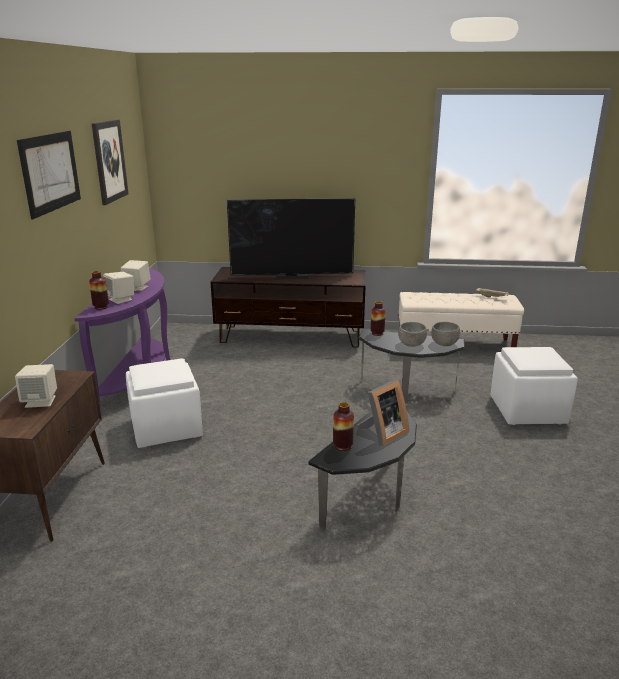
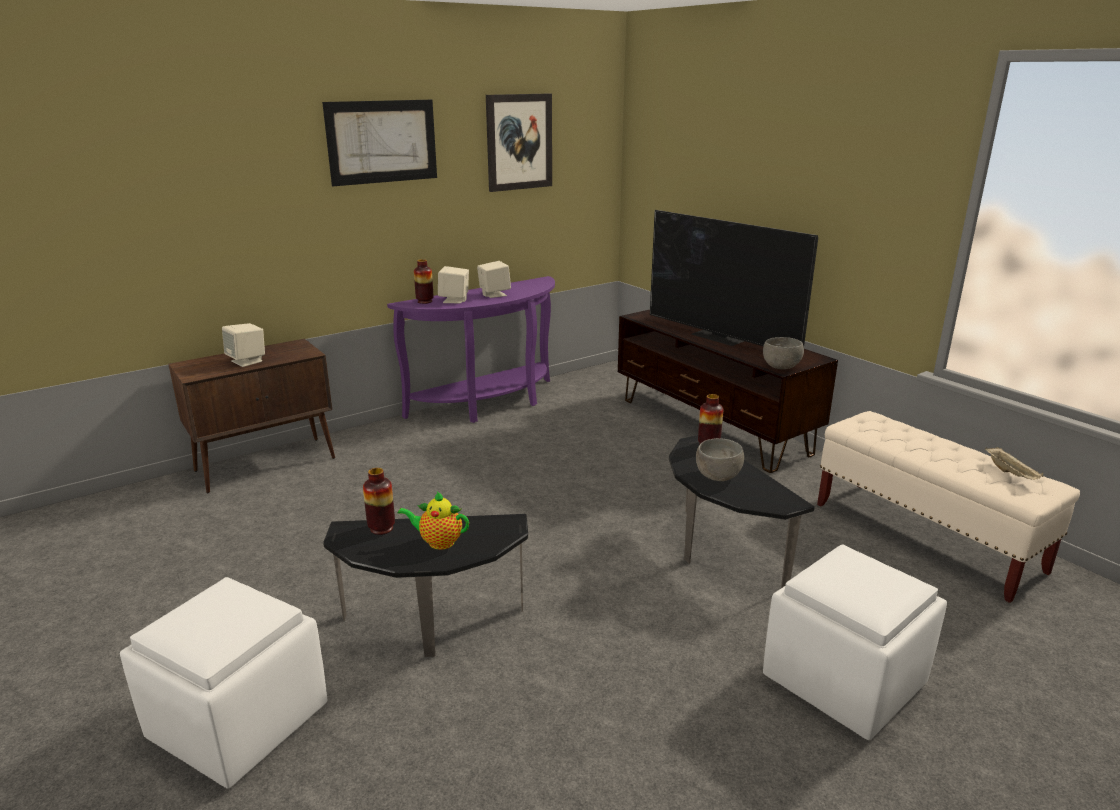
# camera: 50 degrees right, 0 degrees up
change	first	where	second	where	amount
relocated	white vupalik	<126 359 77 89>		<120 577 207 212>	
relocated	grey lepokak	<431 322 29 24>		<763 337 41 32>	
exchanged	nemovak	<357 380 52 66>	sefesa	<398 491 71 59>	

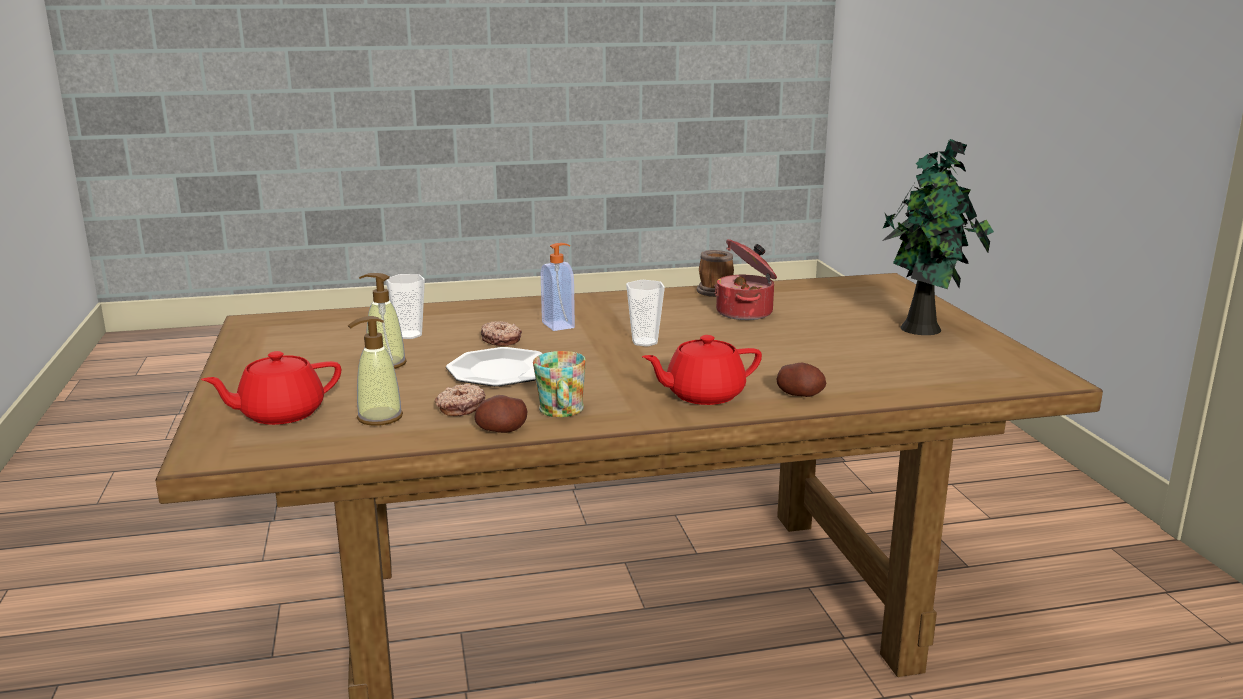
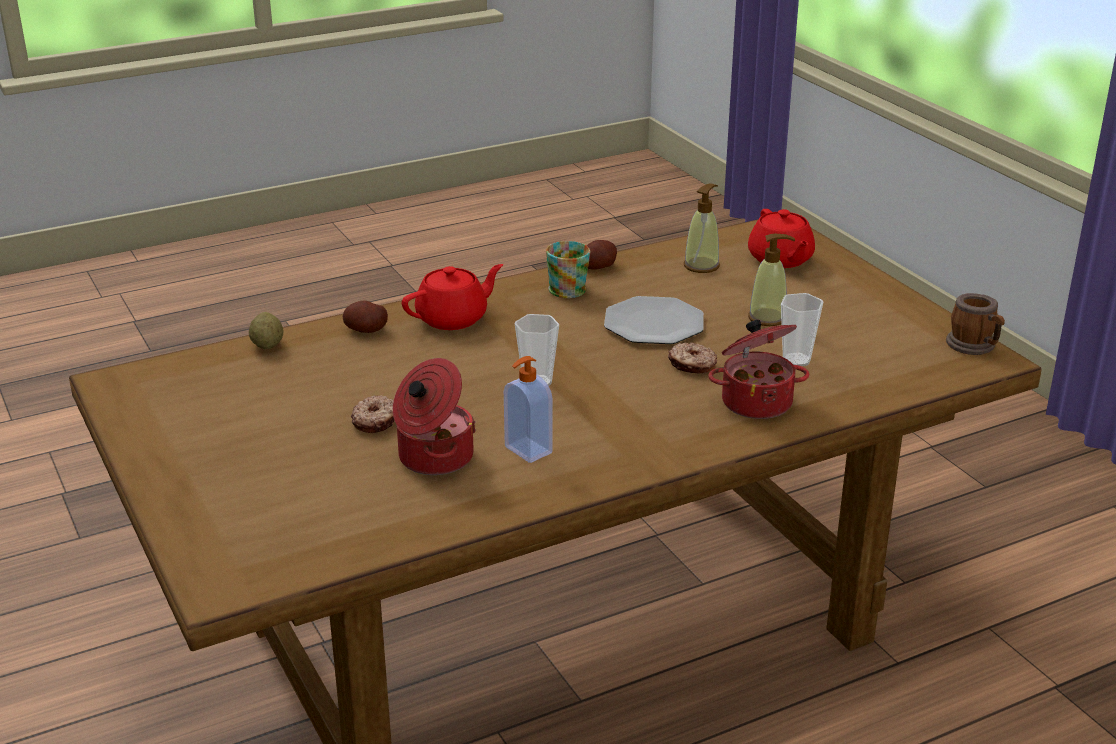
# camera: 165 degrees right, 10 degrees up
change	first	where	second	where	amount
missing	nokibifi	<882 139 112 196>			
appeared			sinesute	<249 312 35 37>	
appeared			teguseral	<708 320 101 99>	
relocated	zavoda	<435 384 51 32>		<351 395 43 38>	
relocated	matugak	<541 243 34 88>		<504 356 49 107>	
relocated	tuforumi	<697 250 37 47>		<946 293 59 62>	
spun	red sefesa	<201 351 140 74>		<748 209 67 59>	120 degrees clockwise

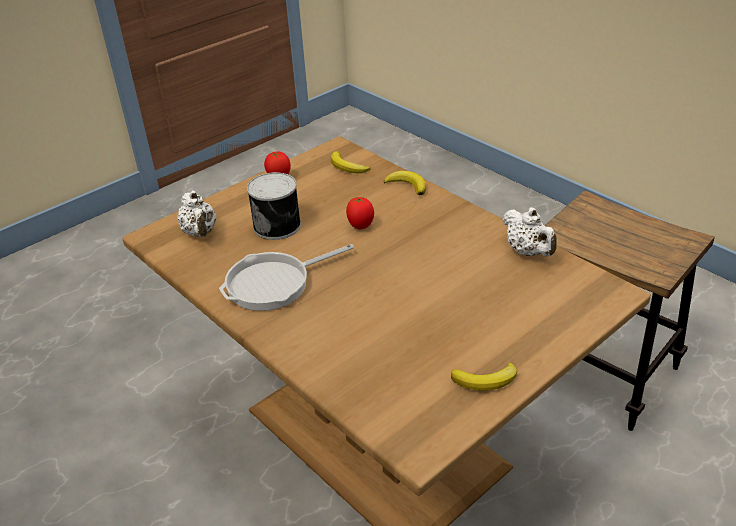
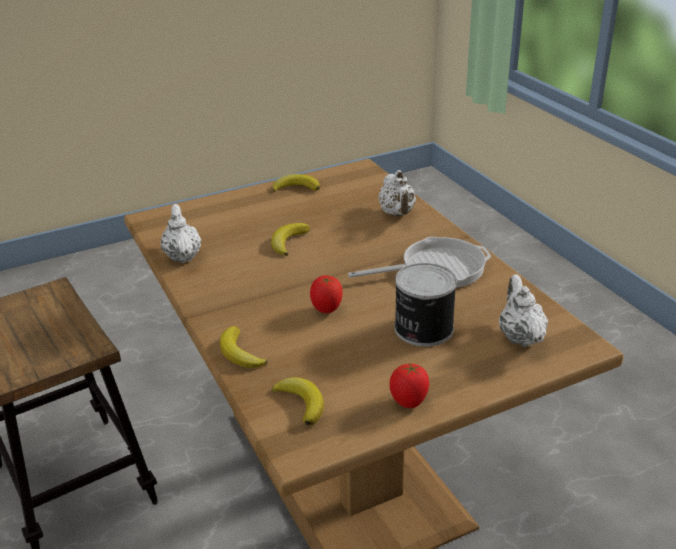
# camera: 165 degrees left, 5 degrees down
change	first	where	second	where	amount
appeared			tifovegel	<271 223 39 33>	
appeared			white sefesa	<378 170 38 46>	

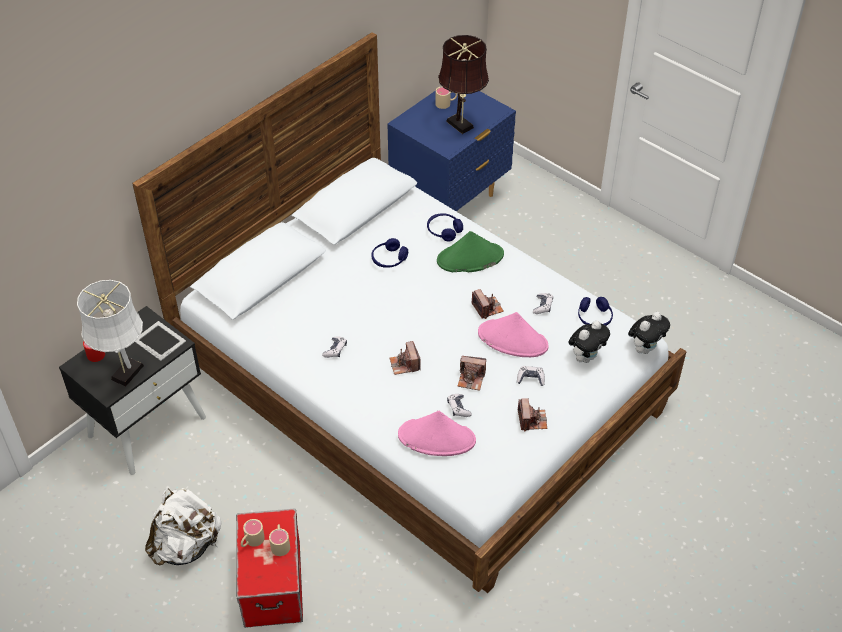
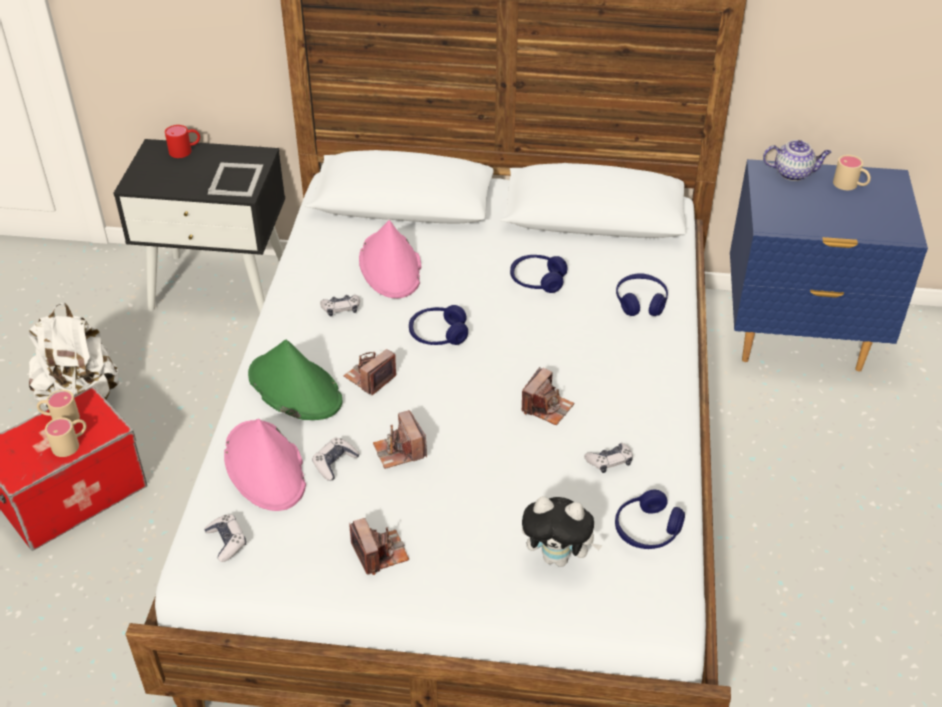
# camera: 55 degrees right, 5 degrees down
change	first	where	second	where	amount
missing	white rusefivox	<77 280 67 106>			
missing	brown rusefivox	<438 35 51 99>			
missing	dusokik	<628 312 42 42>			
appeared			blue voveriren	<409 305 59 40>	
appeared			sefesa	<763 140 68 41>	
relocated	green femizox	<437 231 67 41>		<248 339 94 81>	
relocated	pink femizox	<478 312 71 45>		<359 220 62 78>	
relocated	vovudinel	<517 366 28 20>		<204 514 42 48>	
spun	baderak	<518 398 29 34>		<349 518 60 57>	75 degrees counterclockwise

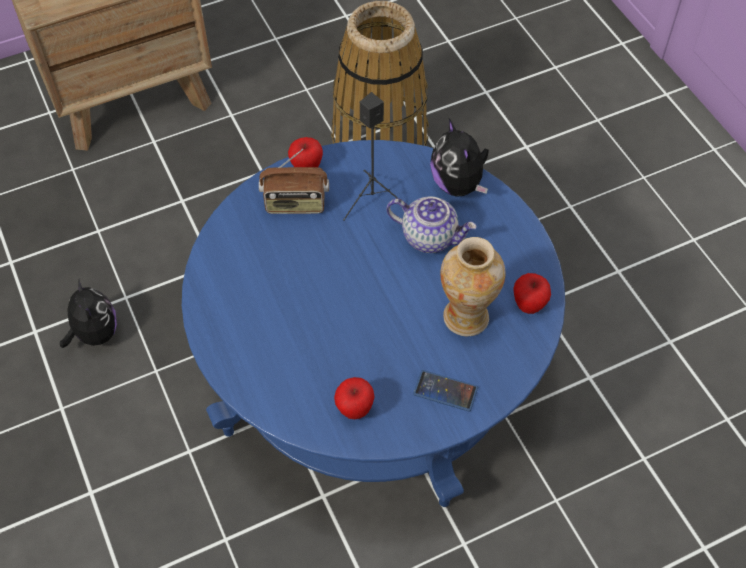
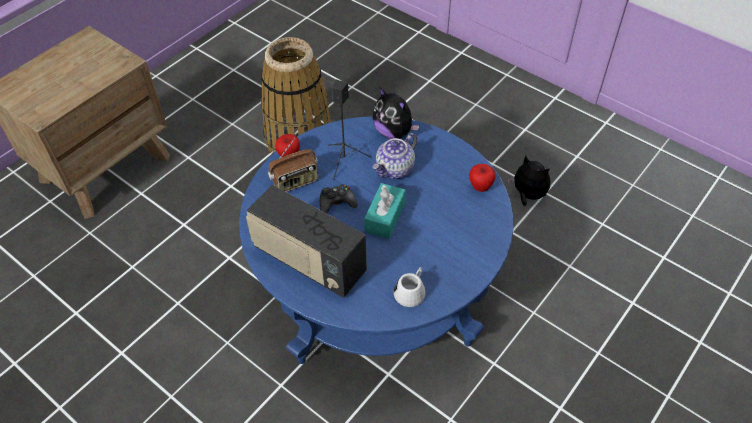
# camera: 25 degrees left, 5 degrees down
change	first	where	second	where	amount
missing	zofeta	<413 370 65 42>			
missing	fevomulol	<440 237 65 99>			
appeared			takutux	<246 185 121 113>	
appeared			black vovudinel	<320 184 37 29>	
appeared			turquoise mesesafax	<364 183 42 56>	
relocated	dusokik	<60 279 57 69>		<507 155 43 51>	
exchanged	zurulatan	<334 377 41 42>	white tuforumi	<394 267 31 40>	
spun	sefesa	<386 196 91 57>		<373 133 44 46>	135 degrees clockwise

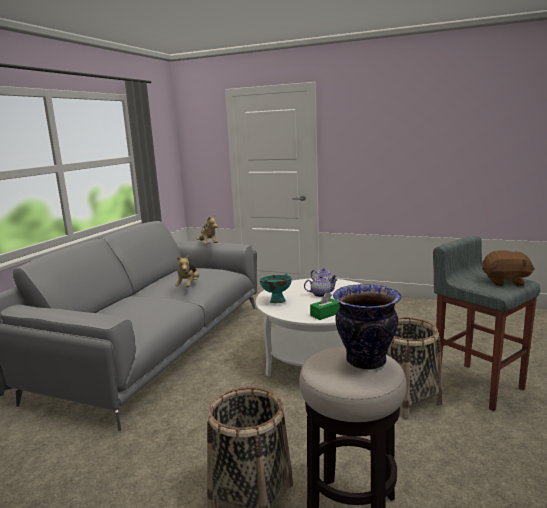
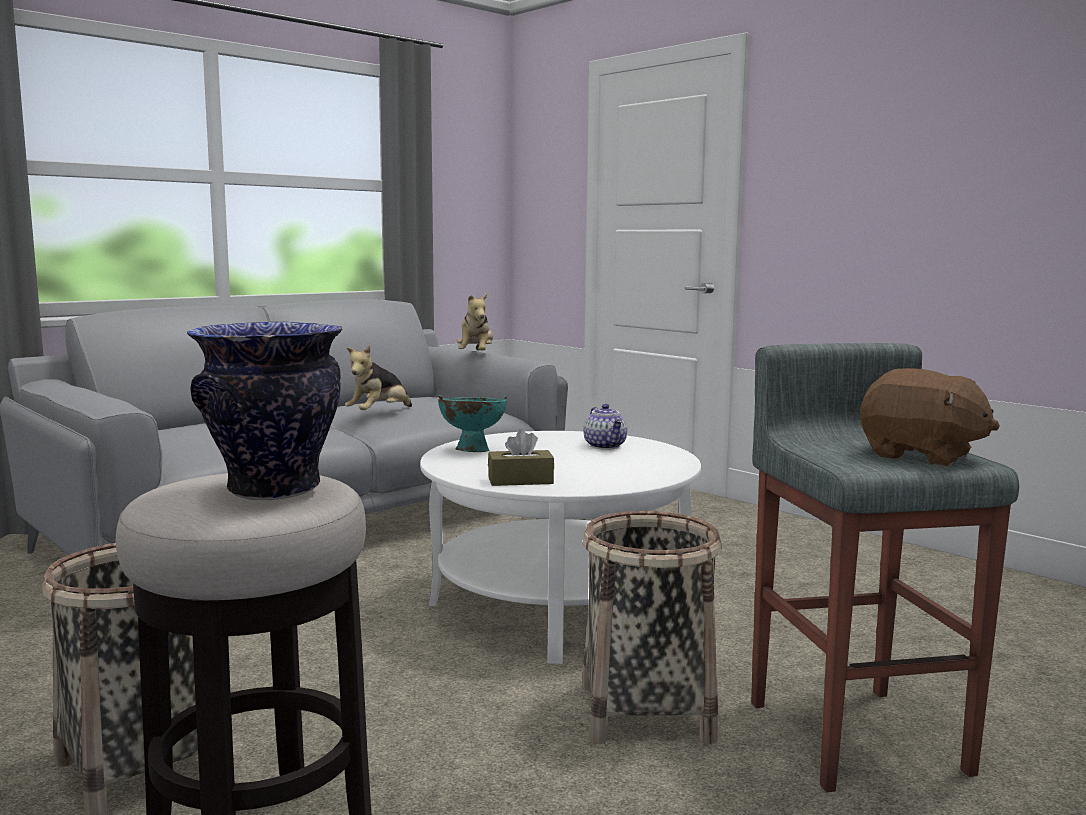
# camera: 25 degrees right, 5 degrees down
change	first	where	second	where	amount
missing	sefesa	<304 275 34 22>			
colour	green mesesafax	<310 292 30 28>	brown mesesafax	<488 429 66 57>	

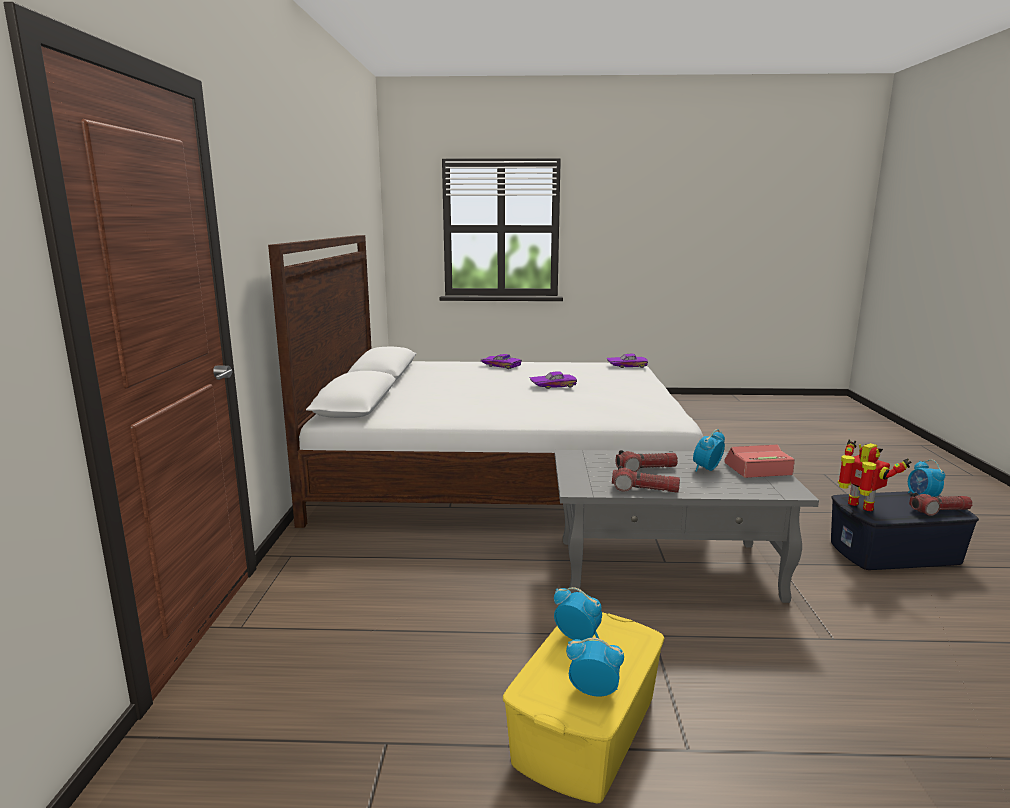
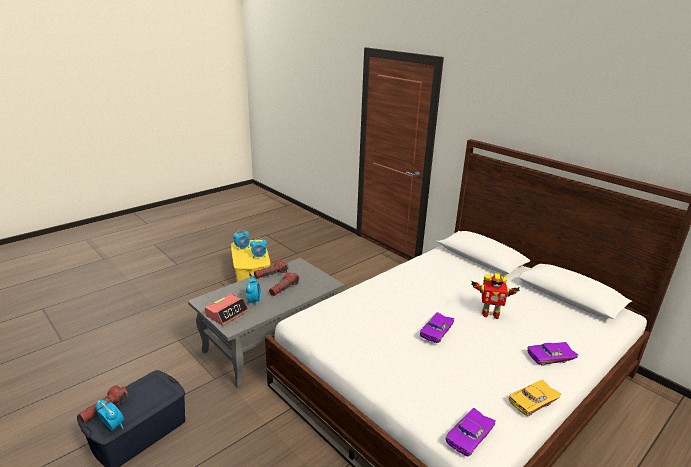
# camera: 135 degrees right, 10 degrees up
change	first	where	second	where	amount
appeared			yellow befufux	<509 379 52 37>	
relocated	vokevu	<838 440 74 71>		<471 273 49 46>	

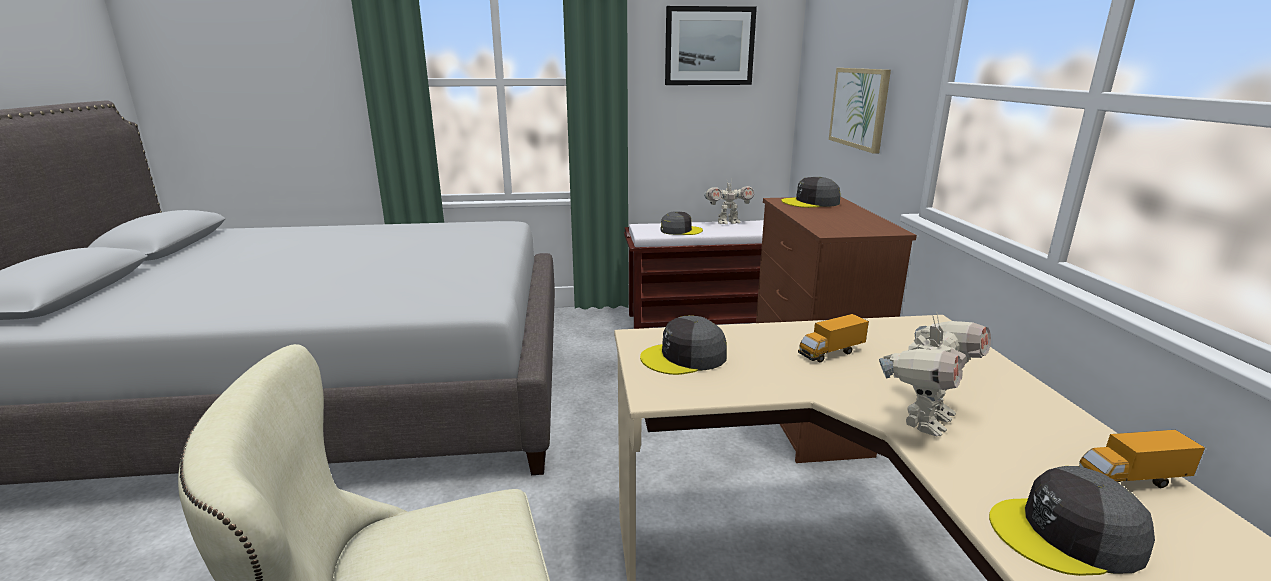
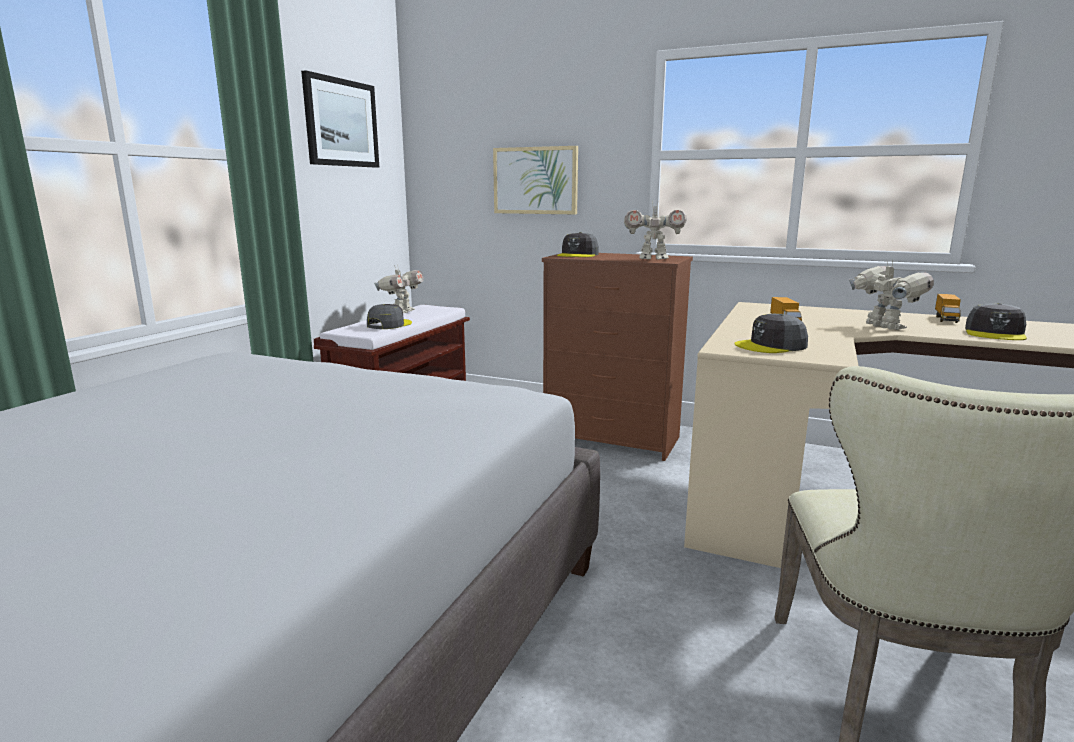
# camera: 60 degrees left, 5 degrees down
change	first	where	second	where	amount
appeared			vokevu	<624 202 62 58>	
spun	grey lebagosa	<640 315 87 60>		<735 314 73 39>	60 degrees clockwise

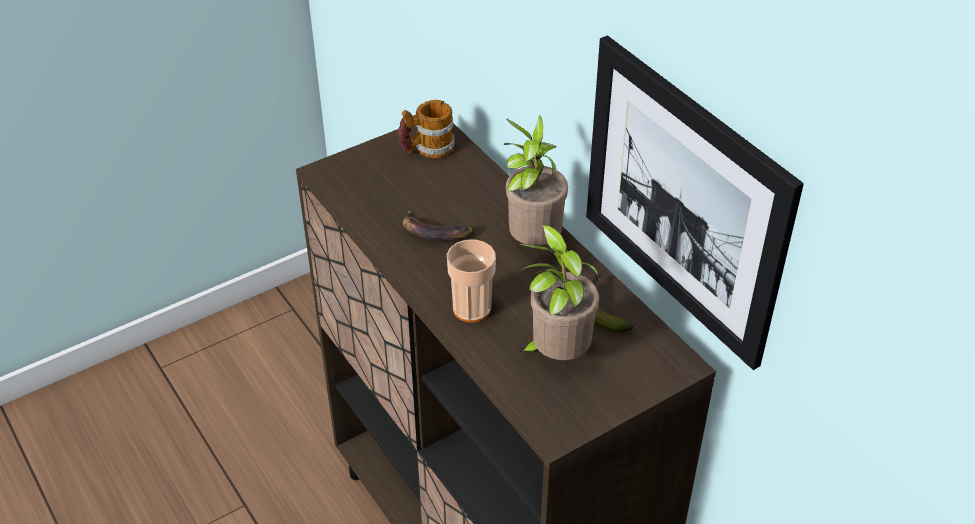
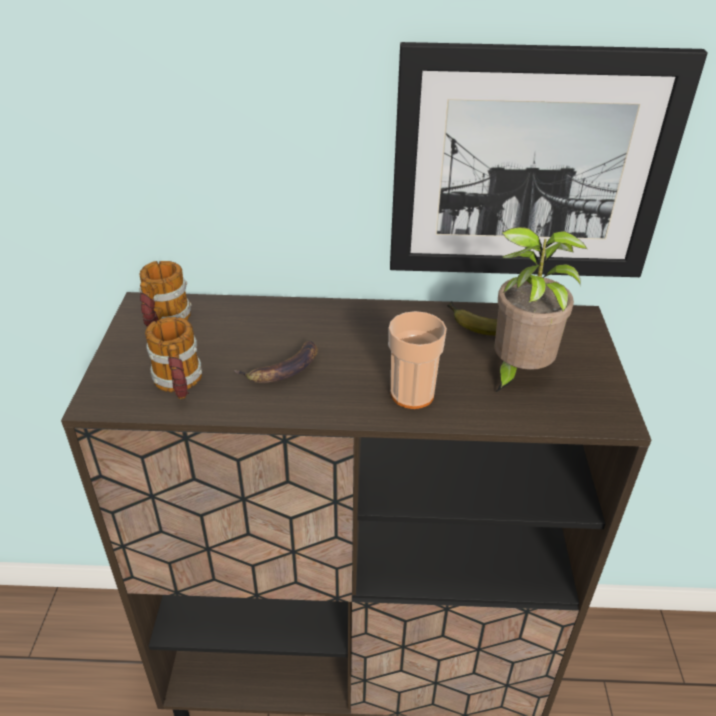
# camera: 55 degrees left, 5 degrees down
change	first	where	second	where	amount
missing	nokibifi	<504 115 64 131>			
appeared			tuforumi	<145 317 57 82>	

